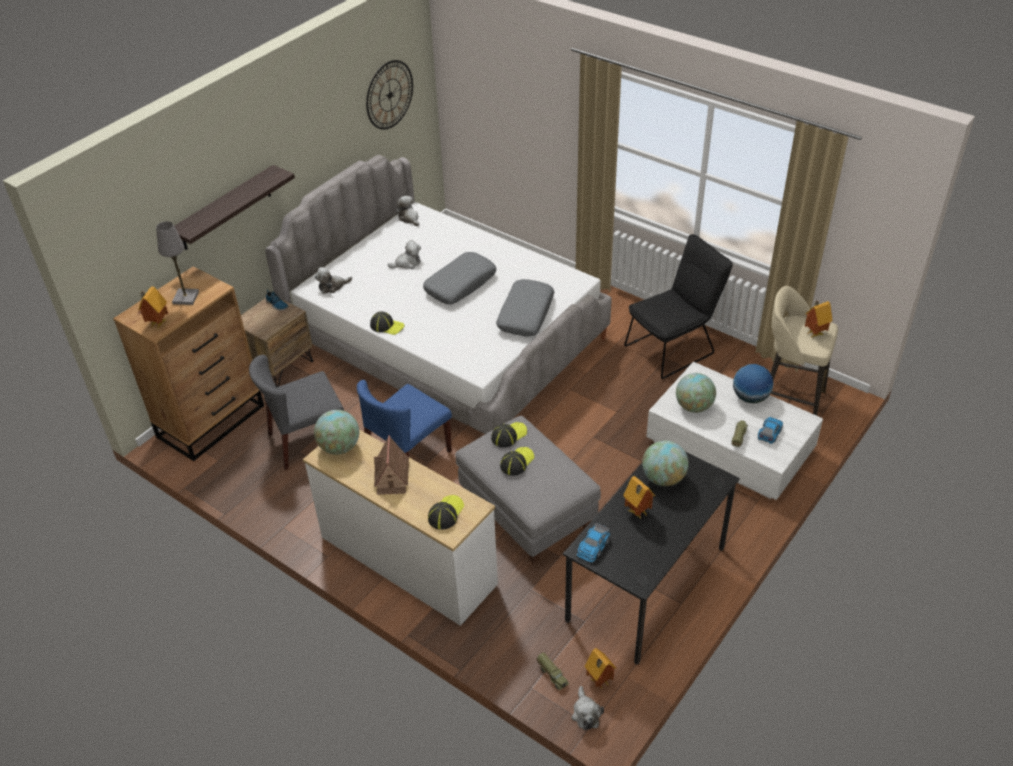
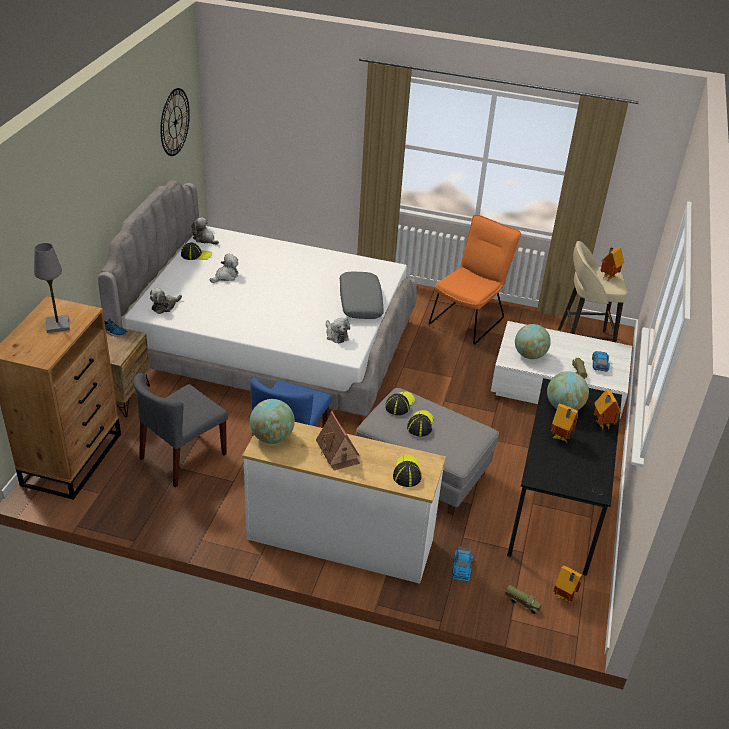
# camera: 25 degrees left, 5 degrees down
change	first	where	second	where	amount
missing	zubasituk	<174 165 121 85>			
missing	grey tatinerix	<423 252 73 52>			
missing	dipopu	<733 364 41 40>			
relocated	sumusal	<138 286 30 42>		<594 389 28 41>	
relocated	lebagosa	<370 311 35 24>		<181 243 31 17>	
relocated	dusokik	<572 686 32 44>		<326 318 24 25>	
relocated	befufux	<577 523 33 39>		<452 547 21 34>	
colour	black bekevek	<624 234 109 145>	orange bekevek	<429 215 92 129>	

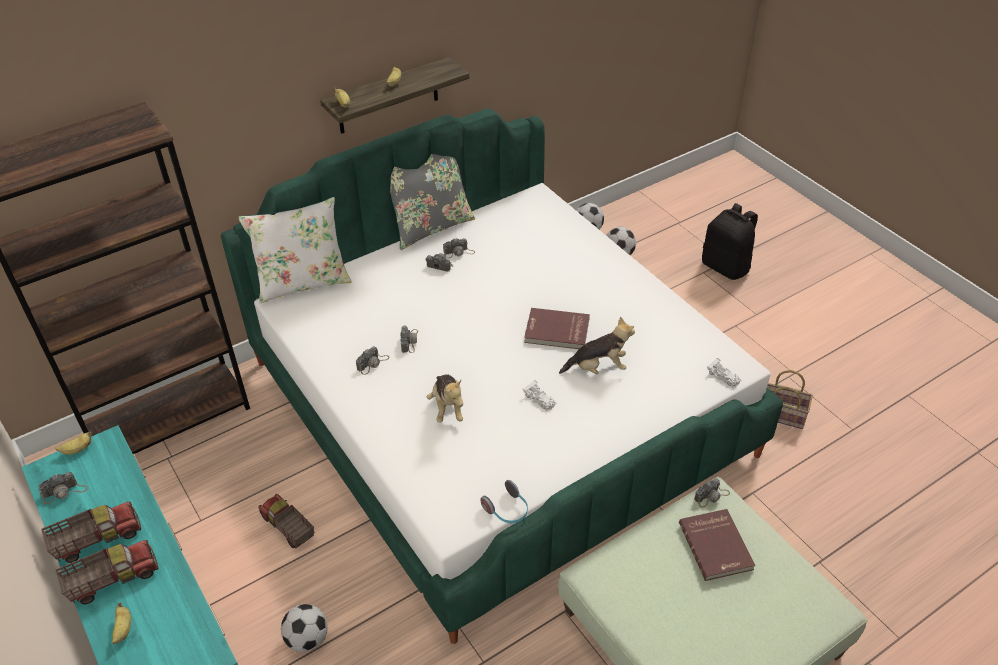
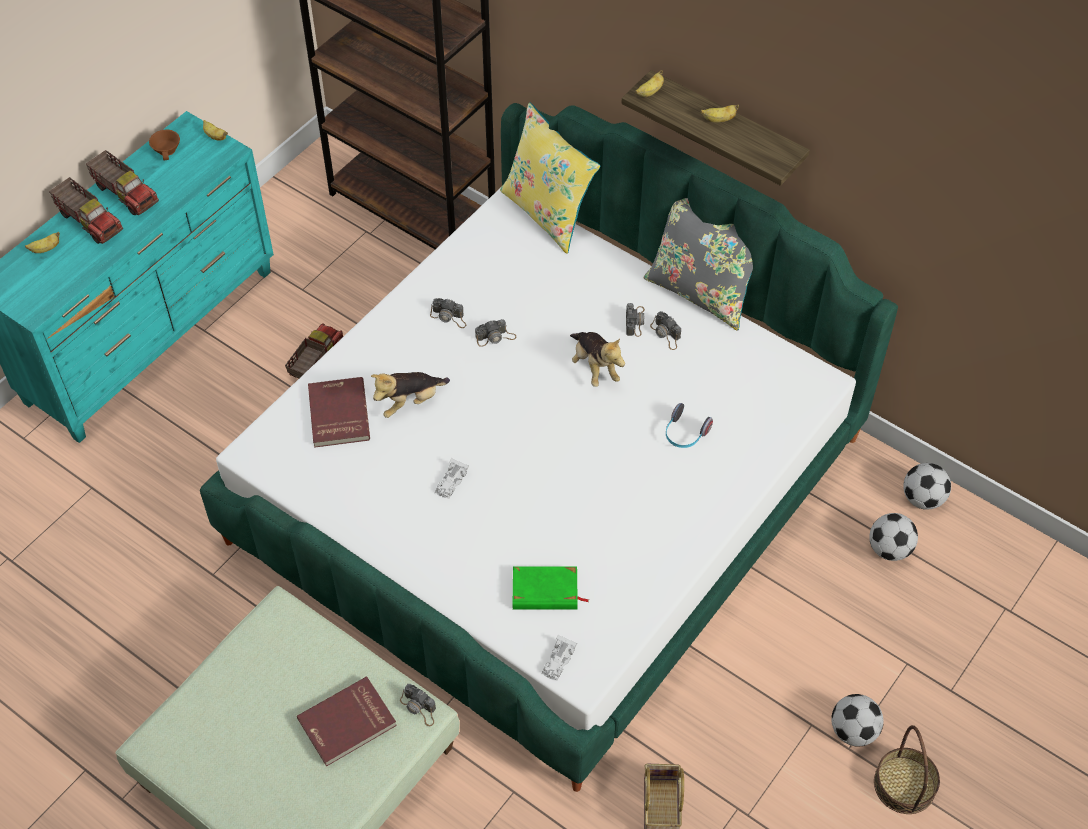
# camera: 70 degrees right, 10 degrees up
change	first	where	second	where	amount
missing	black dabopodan	<702 203 56 77>			
appeared			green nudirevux	<513 566 76 44>	
appeared			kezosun	<874 725 66 89>	
relocated	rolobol	<281 604 47 48>		<831 694 53 52>	
relocated	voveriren	<480 480 48 43>		<666 403 47 45>	
relocated	red nudirevux	<524 308 66 41>		<308 377 62 71>	
relocated	dusokik	<559 316 76 58>		<570 332 55 55>	
exchanged	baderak	<38 472 50 32>	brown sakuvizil	<149 129 31 32>	
colour	white tatinerix	<238 197 114 106>	yellow tatinerix	<500 102 100 152>	

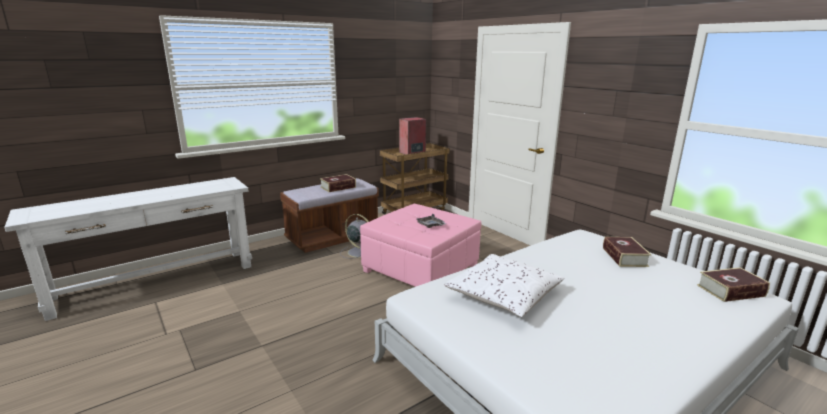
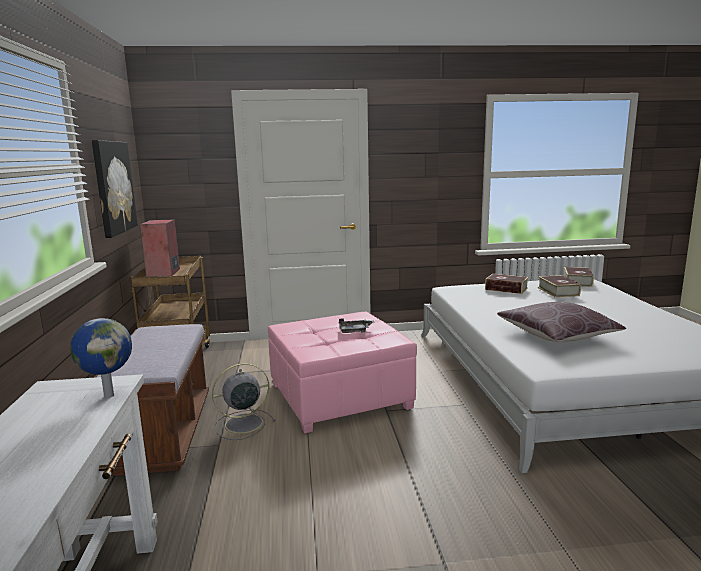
# camera: 60 degrees left, 5 degrees down
change	first	where	second	where	amount
appeared			dipopu	<70 318 62 80>	
appeared			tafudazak	<92 140 46 98>	
relocated	nudirevux	<320 174 36 18>		<537 275 44 22>	
colour	white tatinerix	<444 254 120 63>	brown tatinerix	<497 302 129 40>	

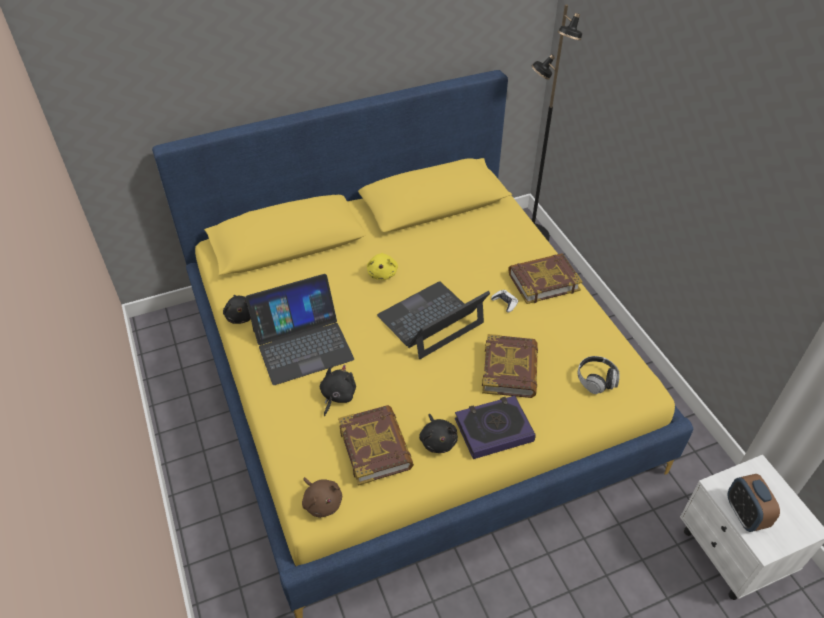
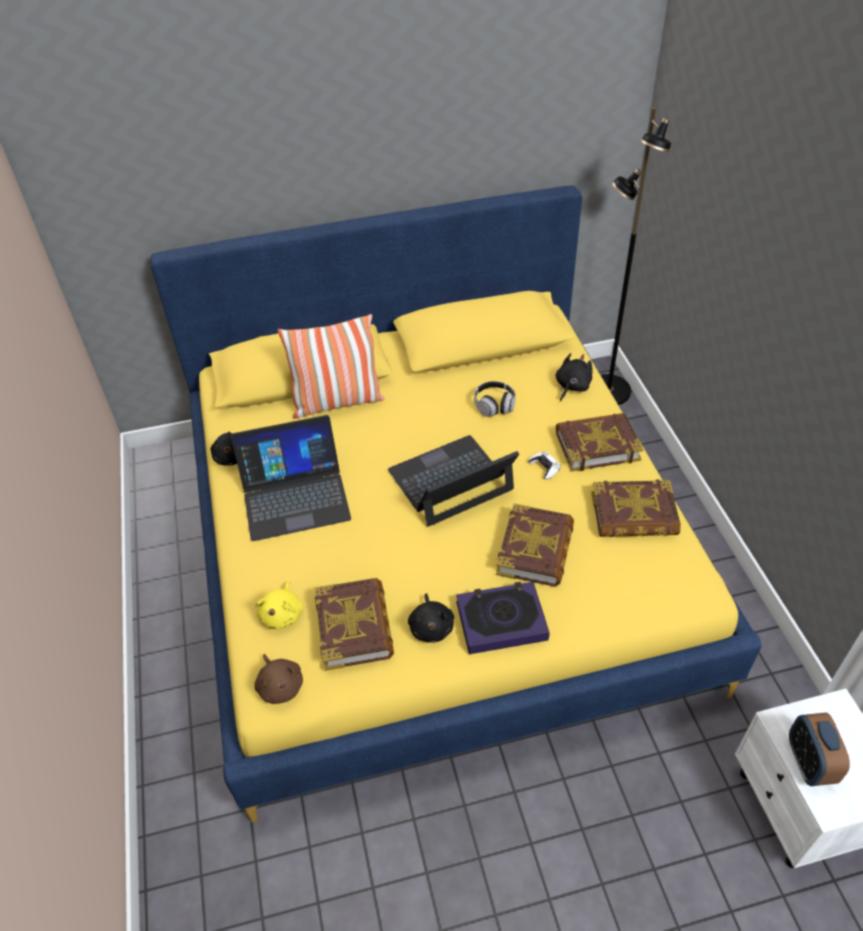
# camera: 10 degrees right, 0 degrees up
change	first	where	second	where	amount
appeared			tatinerix	<278 314 107 105>	
appeared			nudirevux	<591 479 90 58>	
relocated	black dusokik	<320 365 36 51>		<556 353 37 49>	
relocated	yellow dusokik	<367 253 31 27>		<256 581 47 48>	
relocated	voveriren	<577 356 43 38>		<474 381 42 36>	

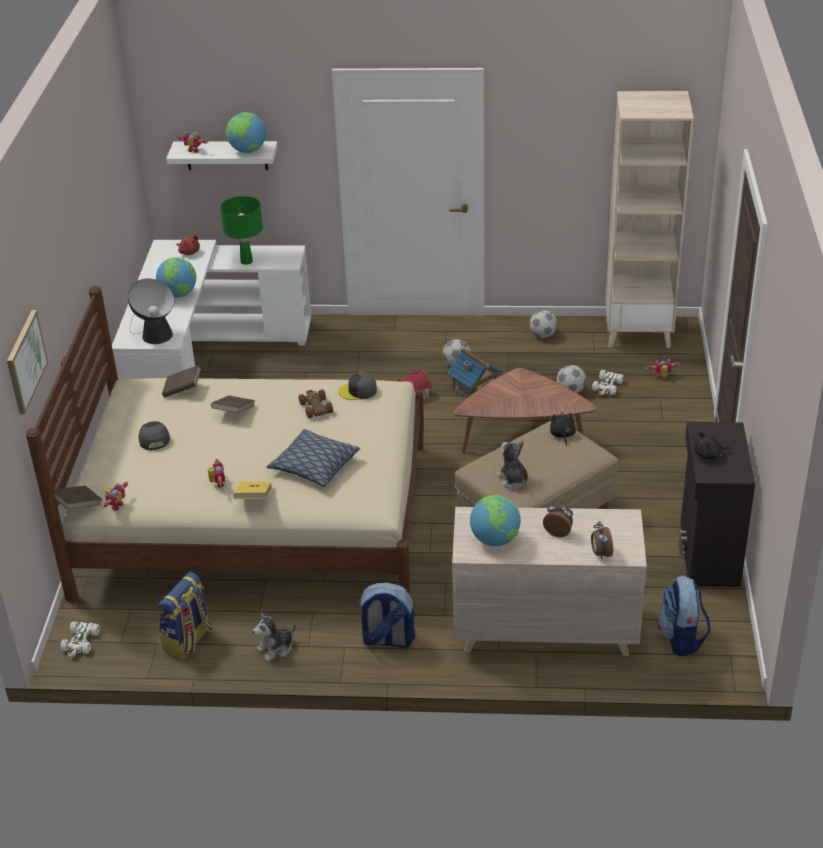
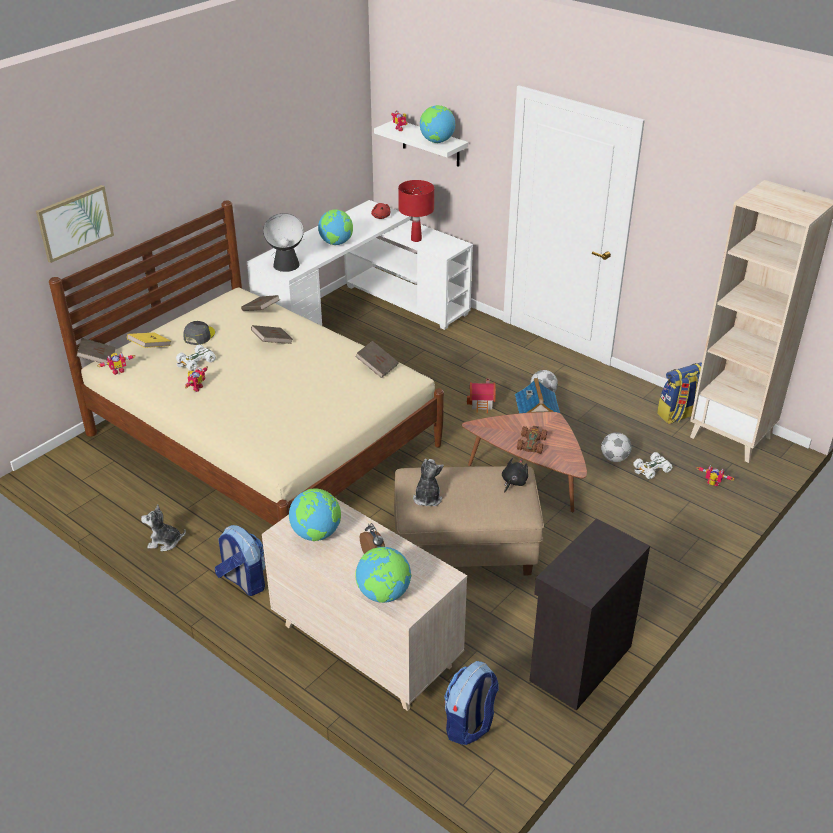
# camera: 35 degrees right, 0 degrees up
change	first	where	second	where	amount
missing	tatinerix	<267 429 93 58>			
missing	rolobol	<530 310 27 28>			
missing	black dusokik	<694 432 36 28>			
relocated	white befufux	<60 621 40 35>		<176 344 40 27>	
relocated	dabopodan	<158 572 54 87>		<657 362 45 62>	
relocated	yellow nudirevux	<233 481 39 18>		<127 332 44 16>	
relocated	brown befufux	<299 389 34 29>		<517 426 30 28>	
exchanged	grey lebagosa	<338 372 39 28>	brown nudirevux	<355 341 44 37>	
exchanged	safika	<591 521 22 38>	dipopu	<355 547 56 56>	
colour	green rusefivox	<220 196 43 69>	red rusefivox	<398 180 36 62>	

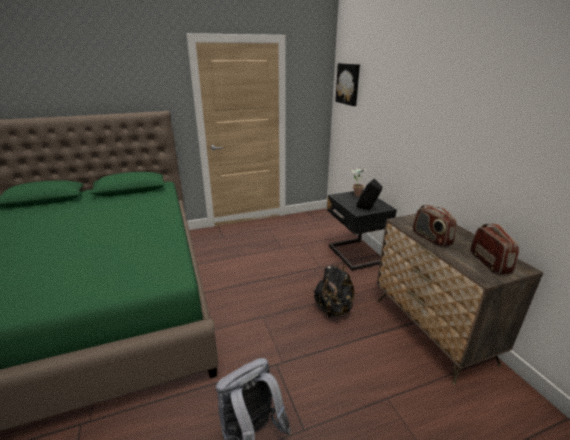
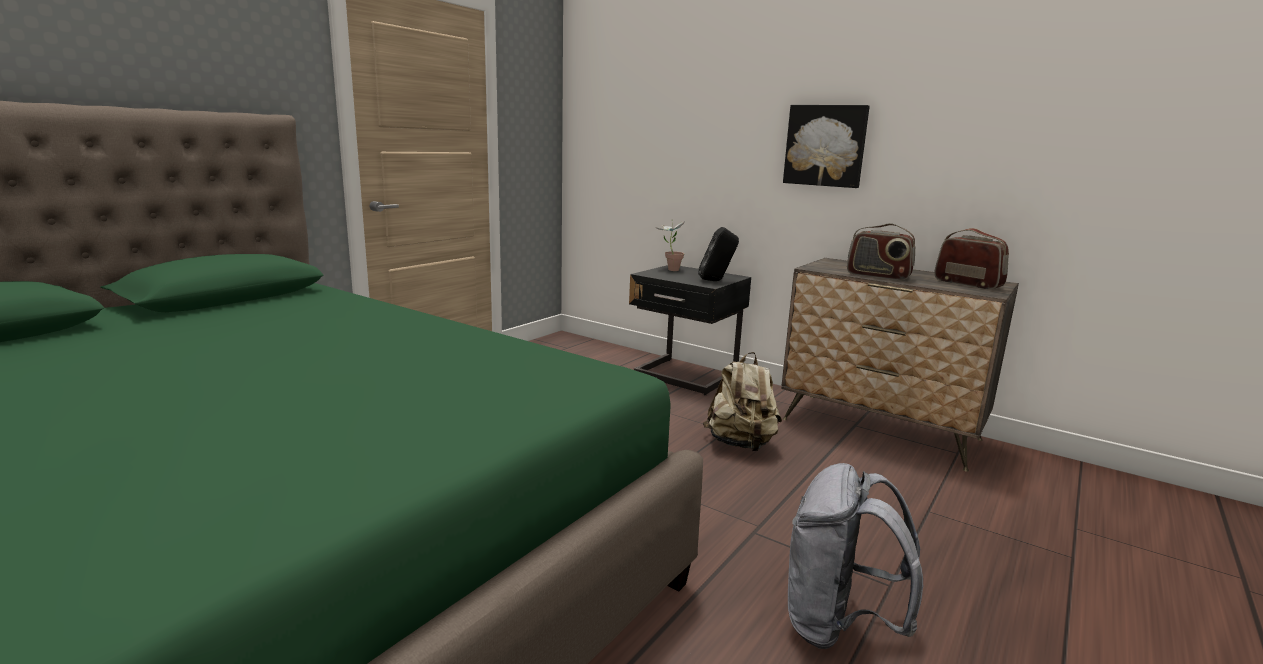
# camera: 35 degrees left, 10 degrees down
change	first	where	second	where	amount
relocated	tafudazak	<335 63 25 43>		<783 105 87 83>	
colour	black dabopodan	<314 263 41 55>	beige dabopodan	<703 352 79 99>	

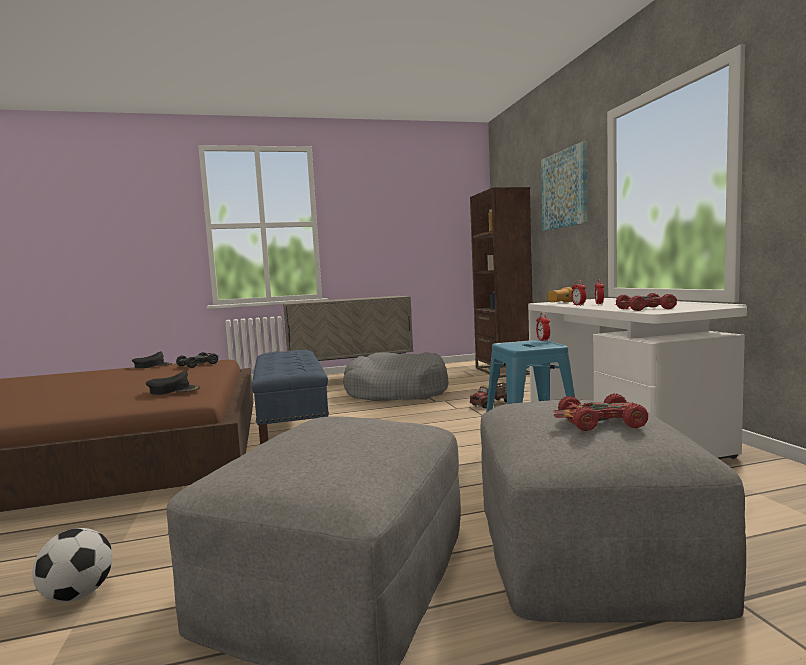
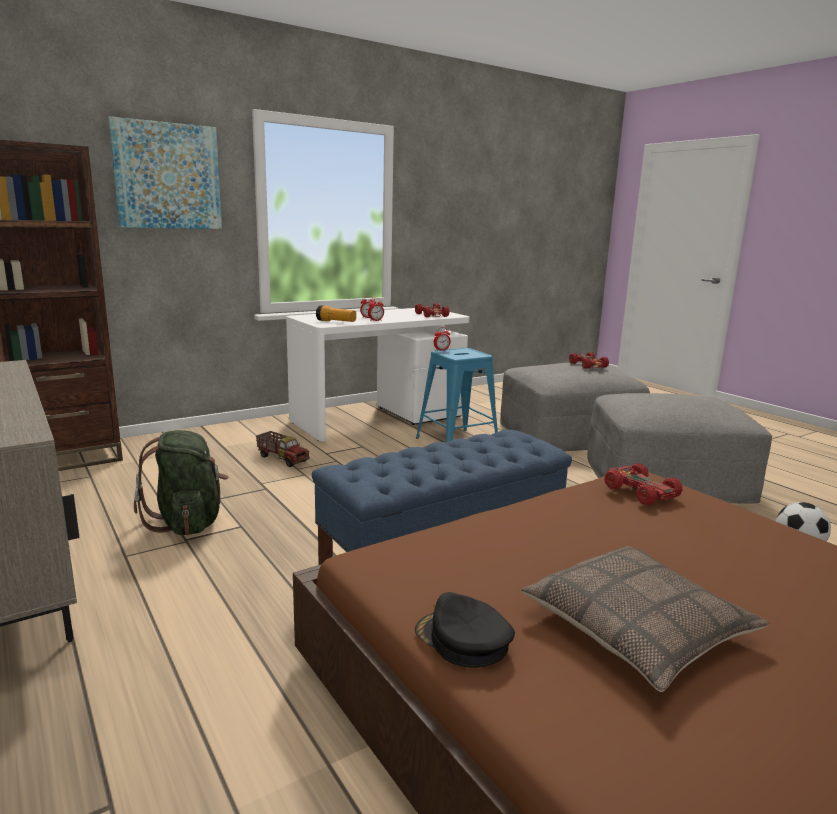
# camera: 110 degrees left, 10 degrees up
change	first	where	second	where	amount
missing	black befufux	<176 352 43 16>			
appeared			tatinerix	<521 546 248 146>	
exchanged	black lebagosa	<146 371 54 24>	red befufux	<605 463 78 42>	
exchanged	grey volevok	<343 352 106 49>	green dabopodan	<134 430 94 105>	

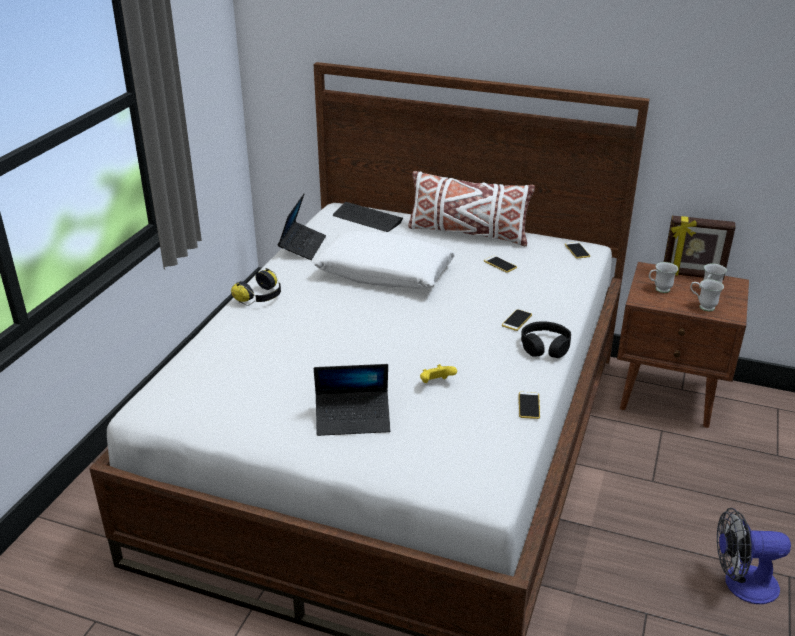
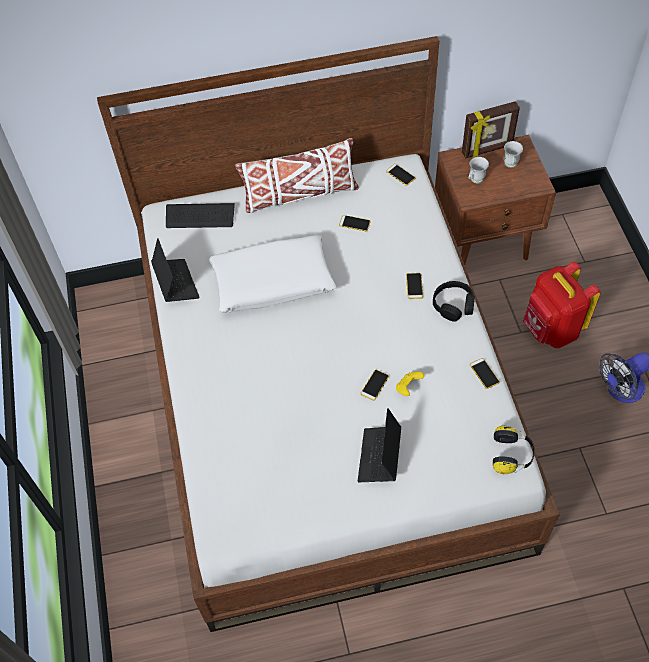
# camera: 30 degrees left, 25 degrees up
change	first	where	second	where	amount
missing	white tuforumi	<690 279 34 32>			
appeared			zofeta	<360 370 29 31>	
appeared			red dabopodan	<523 262 78 86>	
relocated	voveriren	<231 268 50 38>		<493 426 42 48>	
spun	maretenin	<314 364 76 72>		<358 408 43 74>	135 degrees clockwise

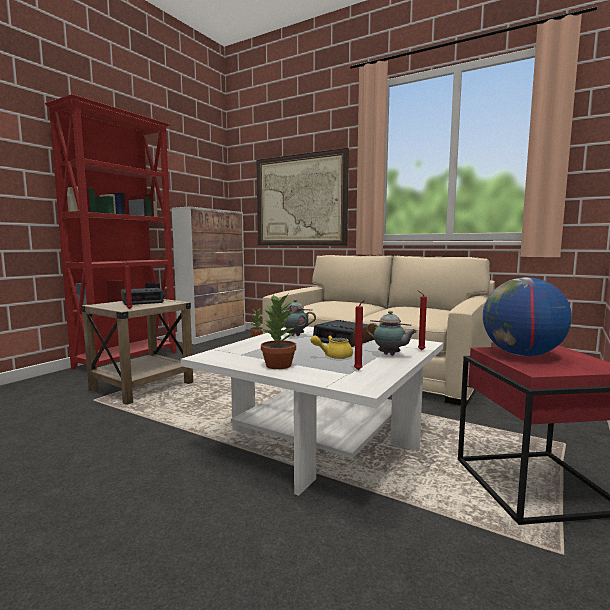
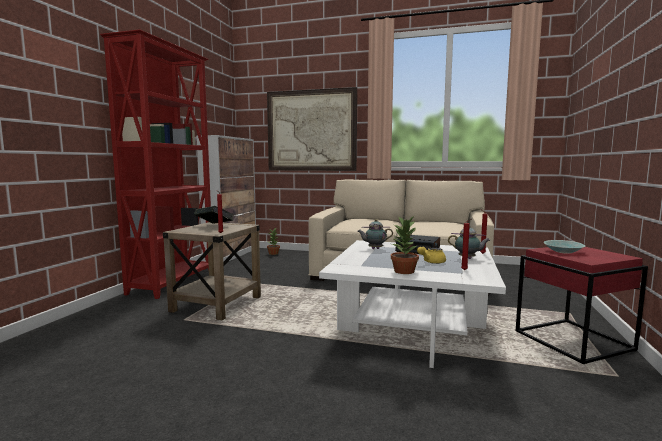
# camera: 15 degrees left, 0 degrees up
change	first	where	second	where	amount
exchanged	safika	<121 288 43 17>	nudirevux	<194 206 40 18>	
exchanged	dipopu	<483 277 89 79>	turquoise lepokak	<544 240 41 14>	

